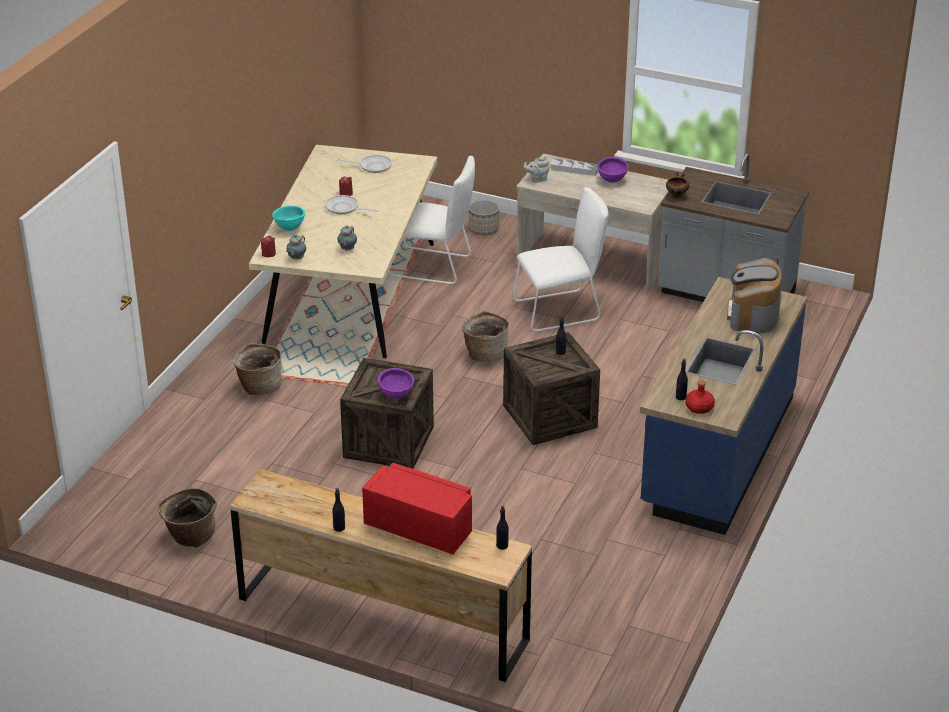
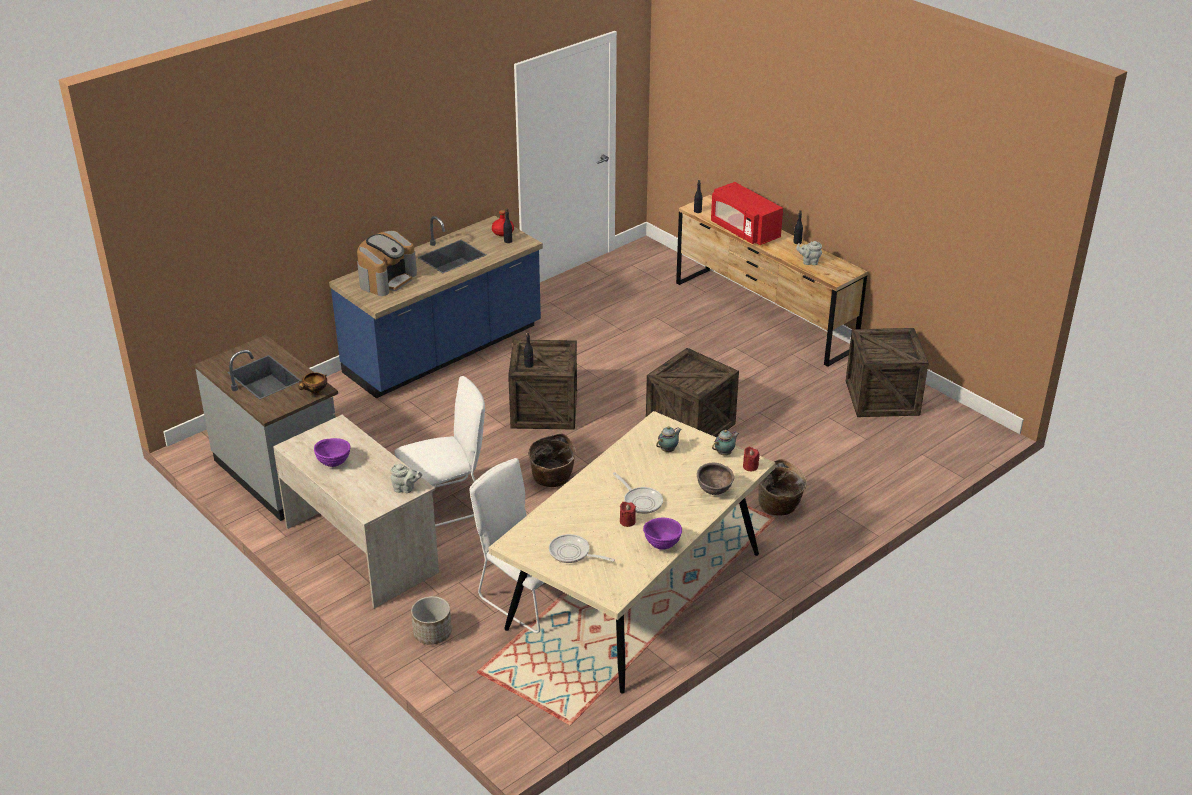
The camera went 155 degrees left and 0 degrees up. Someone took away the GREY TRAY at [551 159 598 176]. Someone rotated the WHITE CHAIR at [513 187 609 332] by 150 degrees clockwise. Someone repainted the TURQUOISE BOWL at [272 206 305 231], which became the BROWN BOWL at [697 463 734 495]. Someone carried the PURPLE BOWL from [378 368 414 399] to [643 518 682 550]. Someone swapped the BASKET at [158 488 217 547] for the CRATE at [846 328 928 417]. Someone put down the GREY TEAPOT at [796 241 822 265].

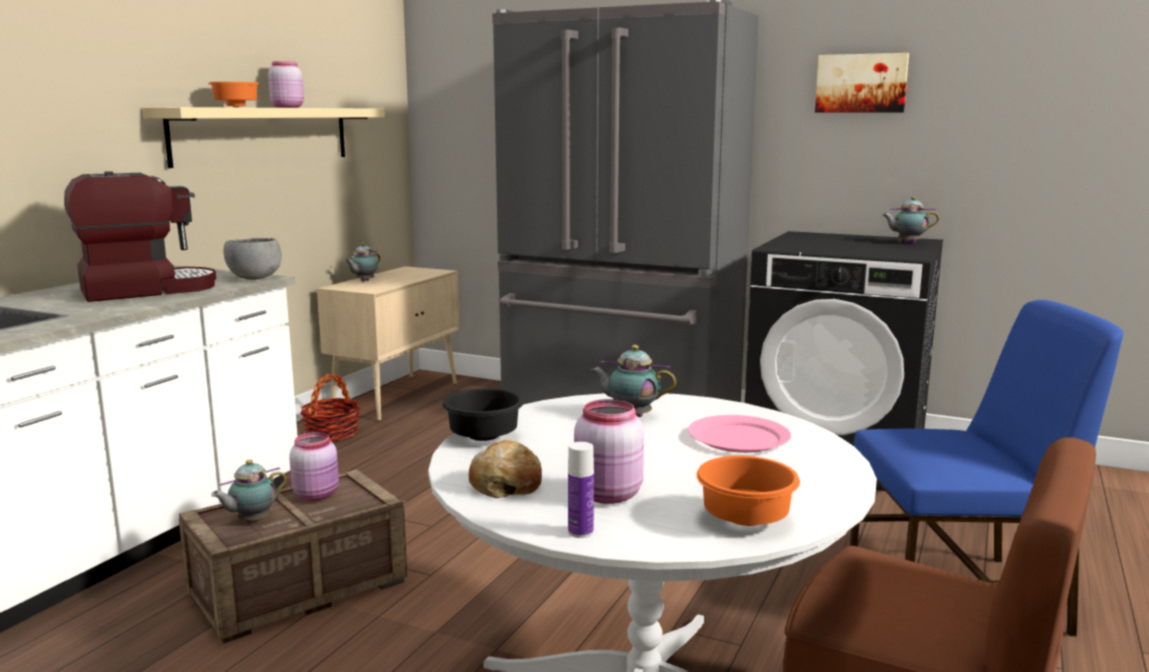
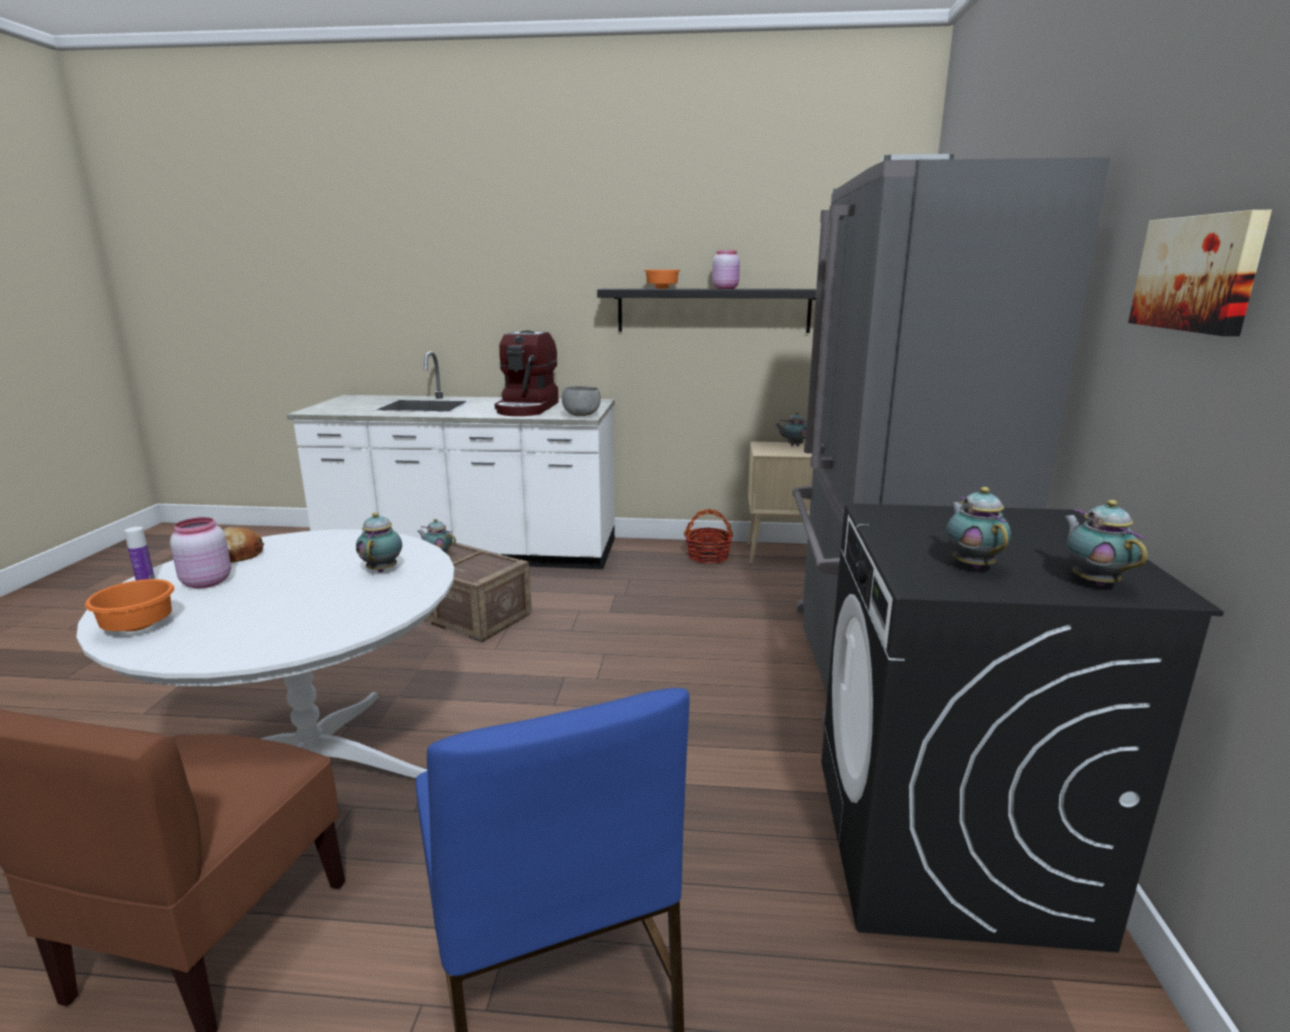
The camera went 70 degrees right and 5 degrees up. Someone repainted the BEIGE SHELF at [143 107 385 168], which became the BLACK SHELF at [597 288 825 333]. Someone rotated the COFFEE MACHINE at [64 171 216 302] by 60 degrees clockwise. Someone took away the BLACK BOWL at [442 388 524 441]. Someone took away the PINK PLATE at [688 415 791 453]. Someone took away the PINK JAR at [289 432 339 501]. Someone put down the TEAPOT at [946 487 1011 569].

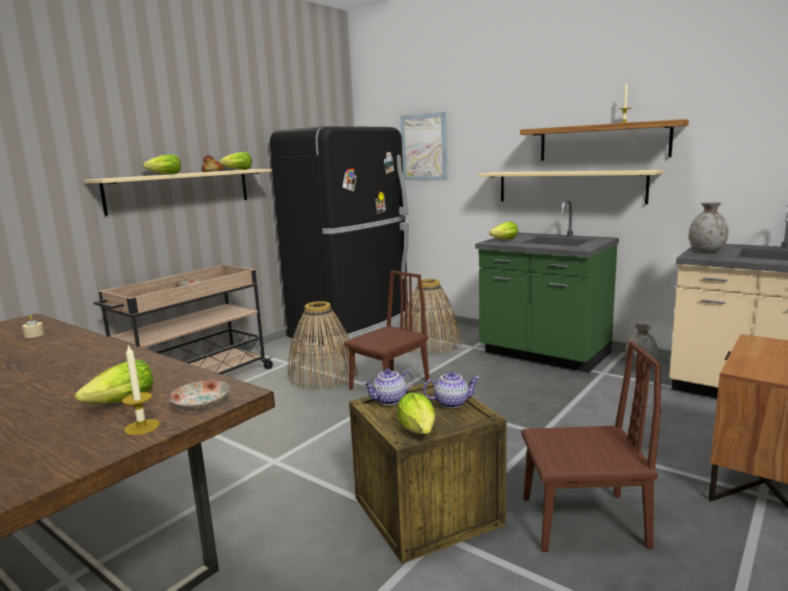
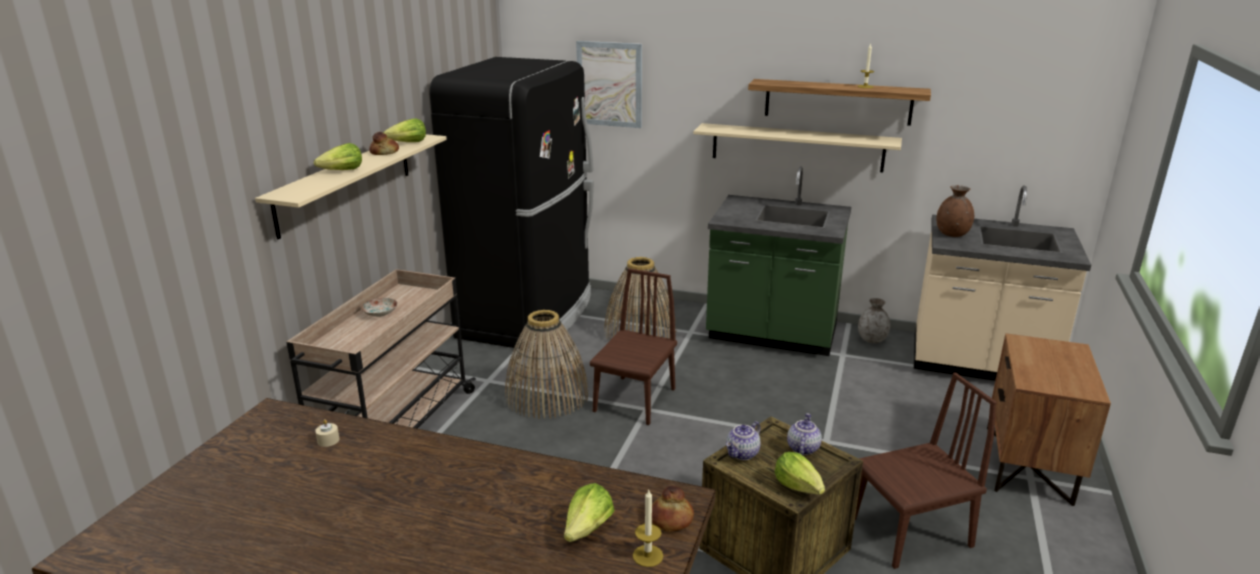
The camera went 20 degrees left and 10 degrees up. Someone repainted the GREY VASE at [689 202 729 252], which became the BROWN VASE at [936 185 974 237]. Someone took away the LETTUCE at [489 221 518 239]. Someone rotated the TEAPOT at [423 371 480 408] by 45 degrees counterclockwise. Someone swapped the PLATE at [168 380 230 412] for the BREAD at [652 486 694 532].

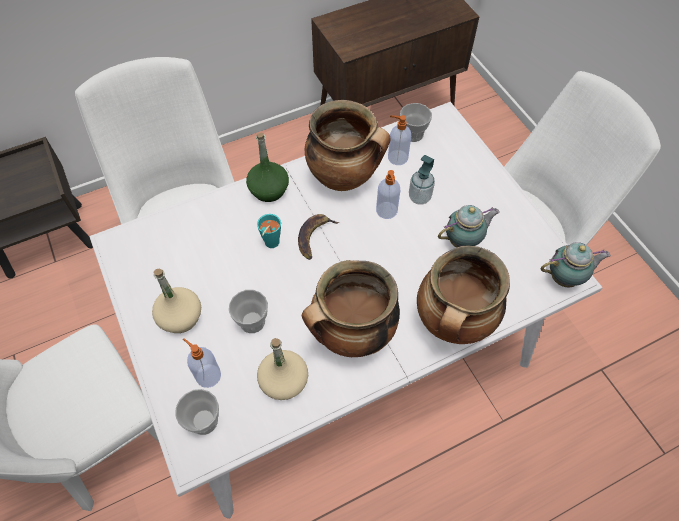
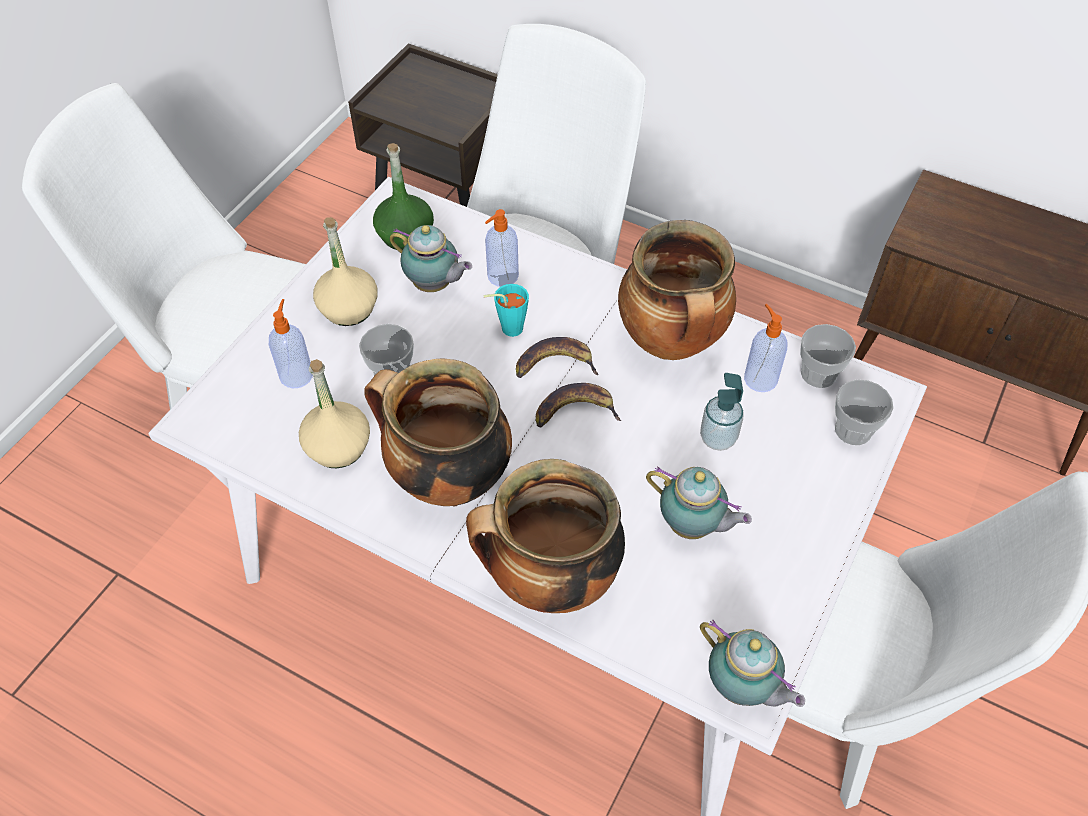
The camera went 55 degrees right and 5 degrees down. Someone carried the GREEN BOTTLE from [246 132 289 202] to [373 143 434 250]. Someone carried the SOAP DISPENSER from [376 170 400 219] to [485 209 519 287]. Someone carried the CUP from [175 389 219 435] to [835 380 893 445]. Someone put down the TEAPOT at [390 225 472 292]. Someone put down the BANANA at [536 383 621 428].

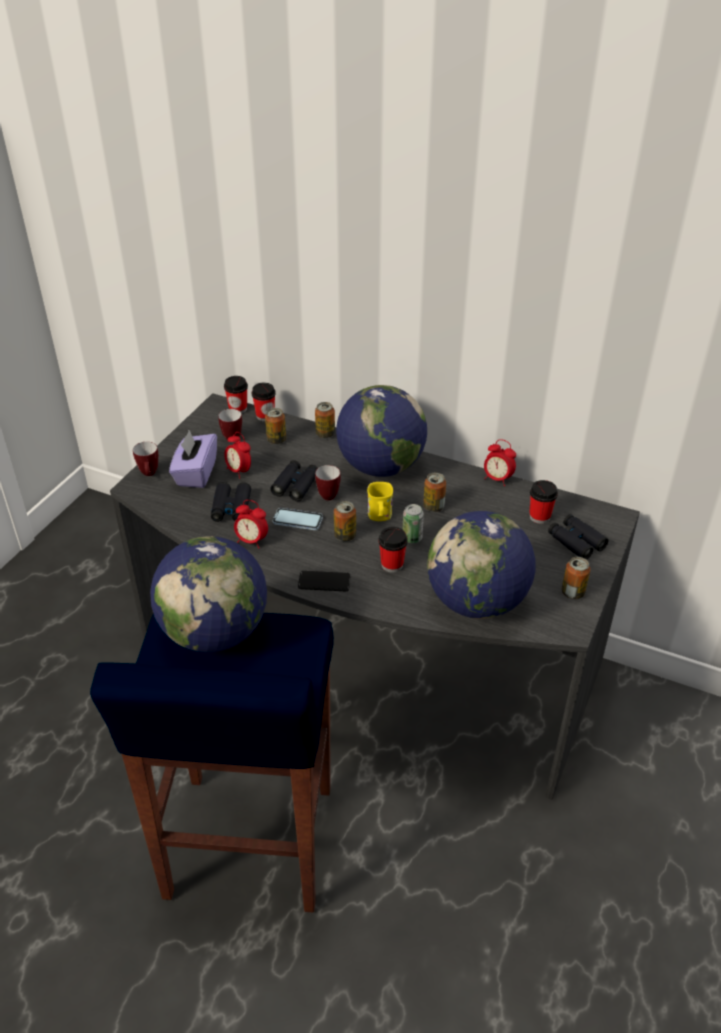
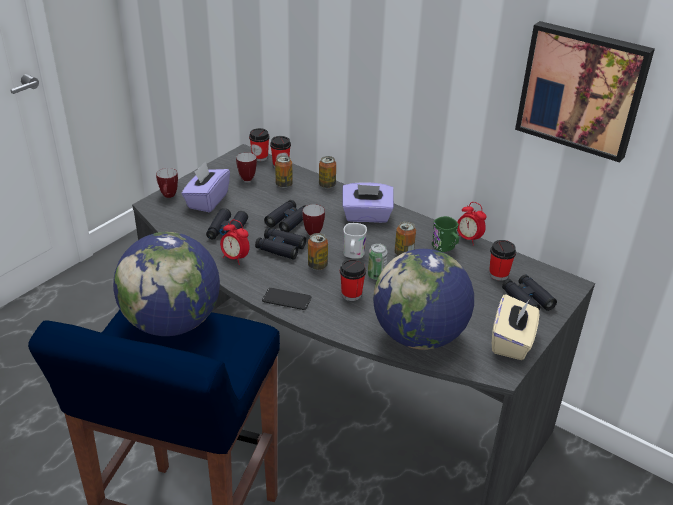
The camera went 10 degrees right and 5 degrees down. Someone swapped the GLOBE at [336 385 427 477] for the PURPLE TISSUE BOX at [342 182 394 223]. Someone took away the ALARM CLOCK at [224 432 251 479]. Someone repainted the YELLOW MUG at [367 482 393 521], which became the WHITE MUG at [343 223 367 259]. Someone swapped the PHONE at [272 508 323 530] for the BLACK BINOCULARS at [255 228 306 259]. Someone swapped the CAN at [562 557 591 599] for the BEIGE TISSUE BOX at [492 294 539 360]. Someone put up the PICTURE at [515 21 655 163]. Someone put down the GREEN MUG at [432 216 459 252].

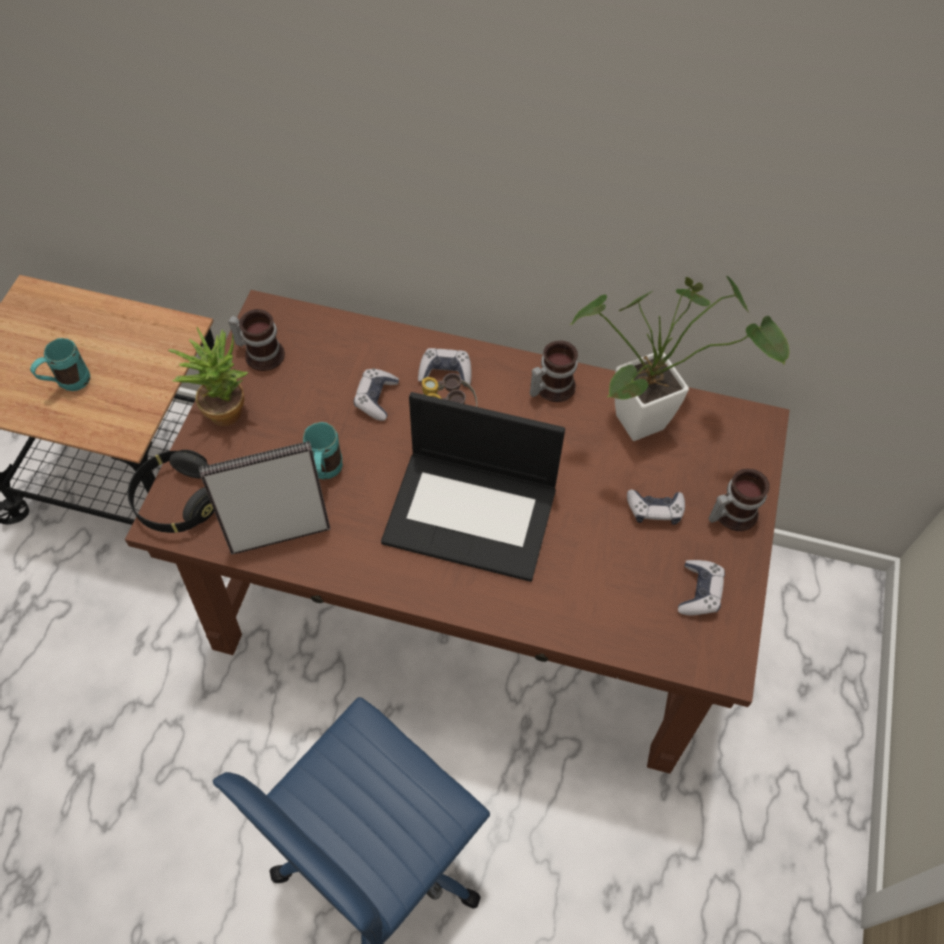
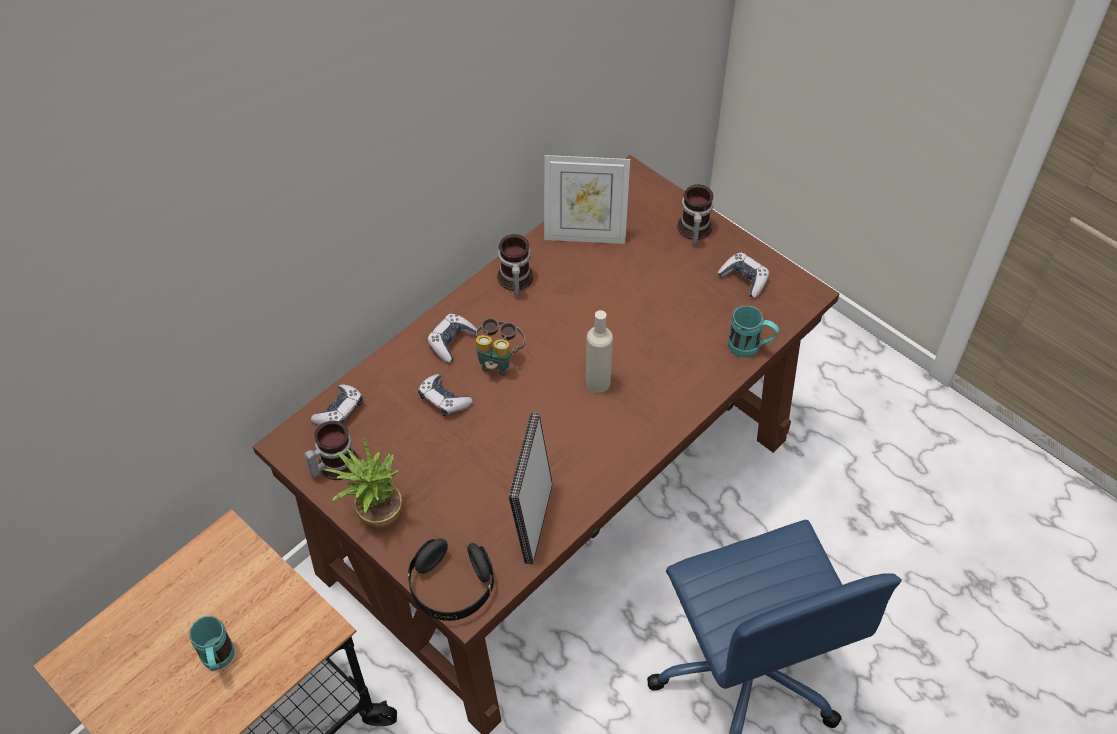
The camera went 60 degrees left and 5 degrees down. Someone swapped the POTTED PLANT at [571 276 790 441] for the PICTURE FRAME at [544 155 630 244]. Someone swapped the LAPTOP at [381 392 565 582] for the BEIGE BOTTLE at [585 310 613 393]. Someone carried the TURQUOISE MUG from [303 422 343 479] to [728 306 780 358]. Someone carried the GAME CONTROLLER from [627 489 685 525] to [311 384 363 425].

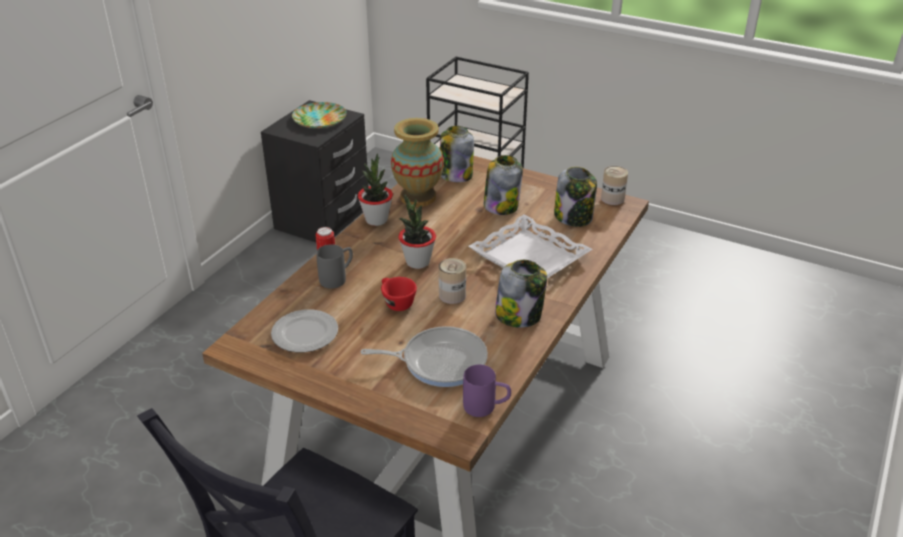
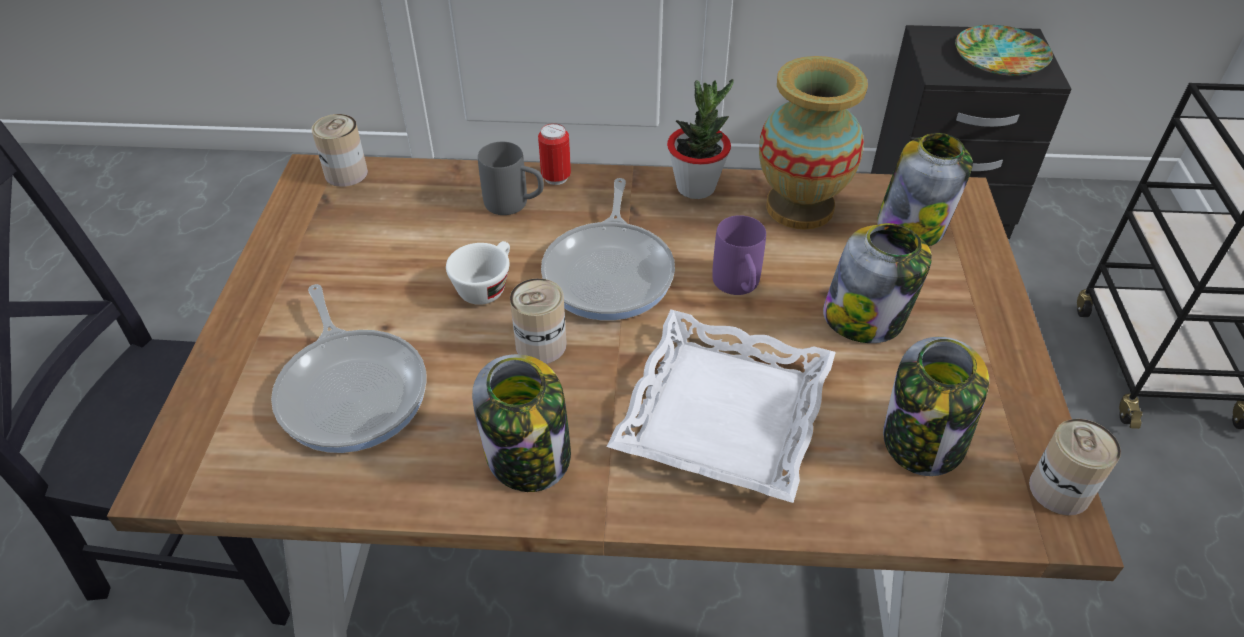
The camera went 65 degrees right and 10 degrees up. Someone swapped the POTTED PLANT at [399 195 436 269] for the FRYING PAN at [541 178 675 320]. Someone repainted the RED CUP at [381 277 417 311], which became the WHITE CUP at [446 241 510 305]. Someone took away the PLATE at [271 309 338 353]. Someone carried the PURPLE MUG from [463 365 511 417] to [712 215 766 295]. Someone put down the CAN at [311 114 368 187].

